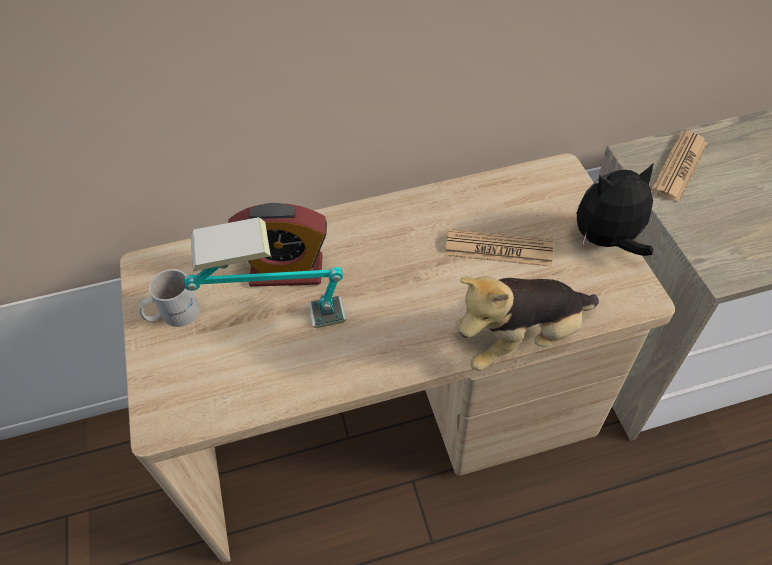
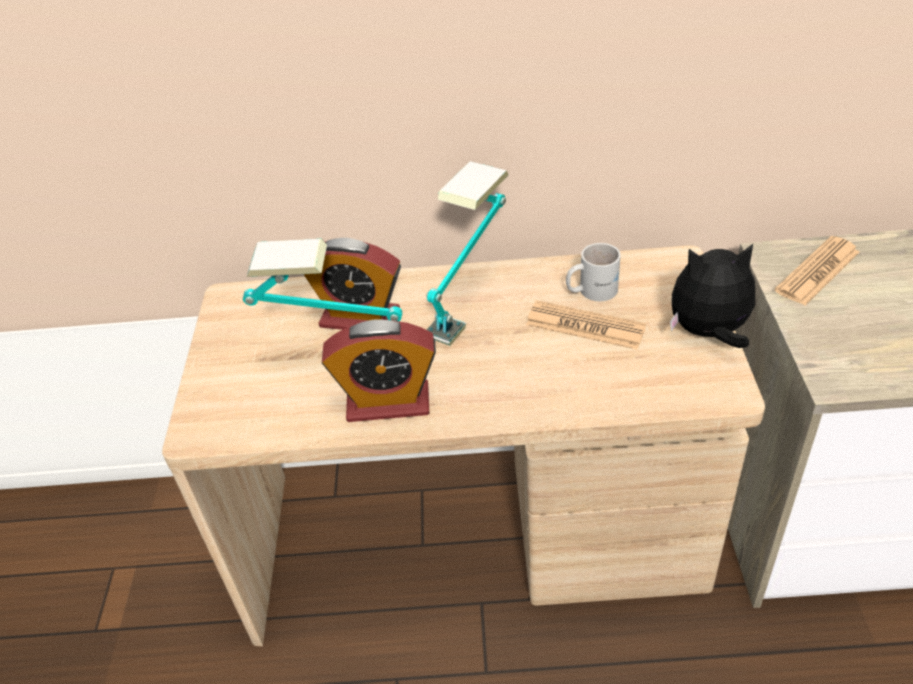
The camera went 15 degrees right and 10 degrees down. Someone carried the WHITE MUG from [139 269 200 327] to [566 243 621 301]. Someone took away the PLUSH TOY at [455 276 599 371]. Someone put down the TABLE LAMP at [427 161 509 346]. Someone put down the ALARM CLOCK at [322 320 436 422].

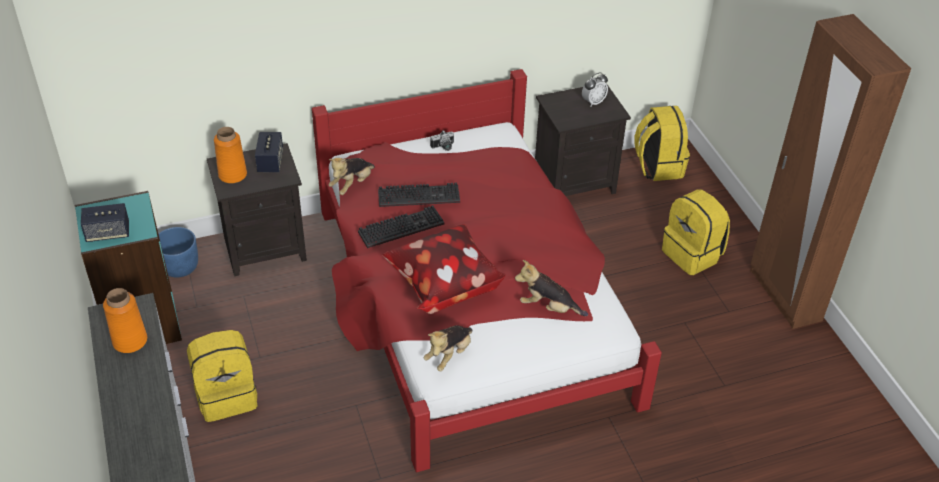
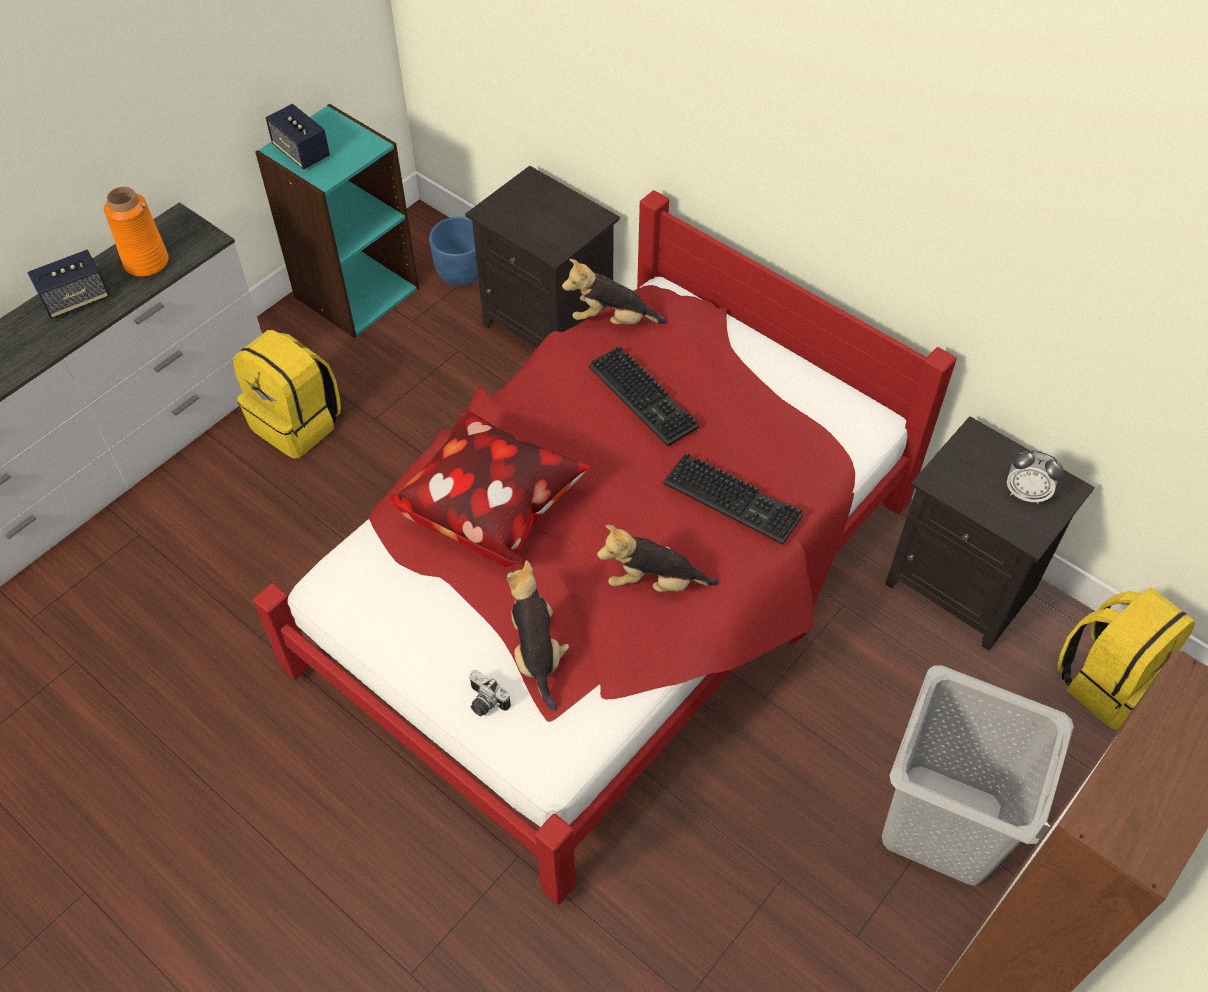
The camera went 60 degrees right and 10 degrees up. Someone took away the ORANGE VASE at [214 127 247 183]. Someone carried the PHOTO CAMERA from [430 131 454 151] to [469 670 511 716]. Someone carried the SPEAKER from [255 132 283 172] to [28 250 110 319]. Someone swapped the YELLOW BACKPACK at [662 189 730 275] for the GREY LAUNDRY BASKET at [882 665 1074 886]. Someone carried the KEYBOARD from [358 205 444 248] to [663 452 803 545]. Someone carried the PLUSH TOY from [424 325 472 371] to [597 525 719 592].

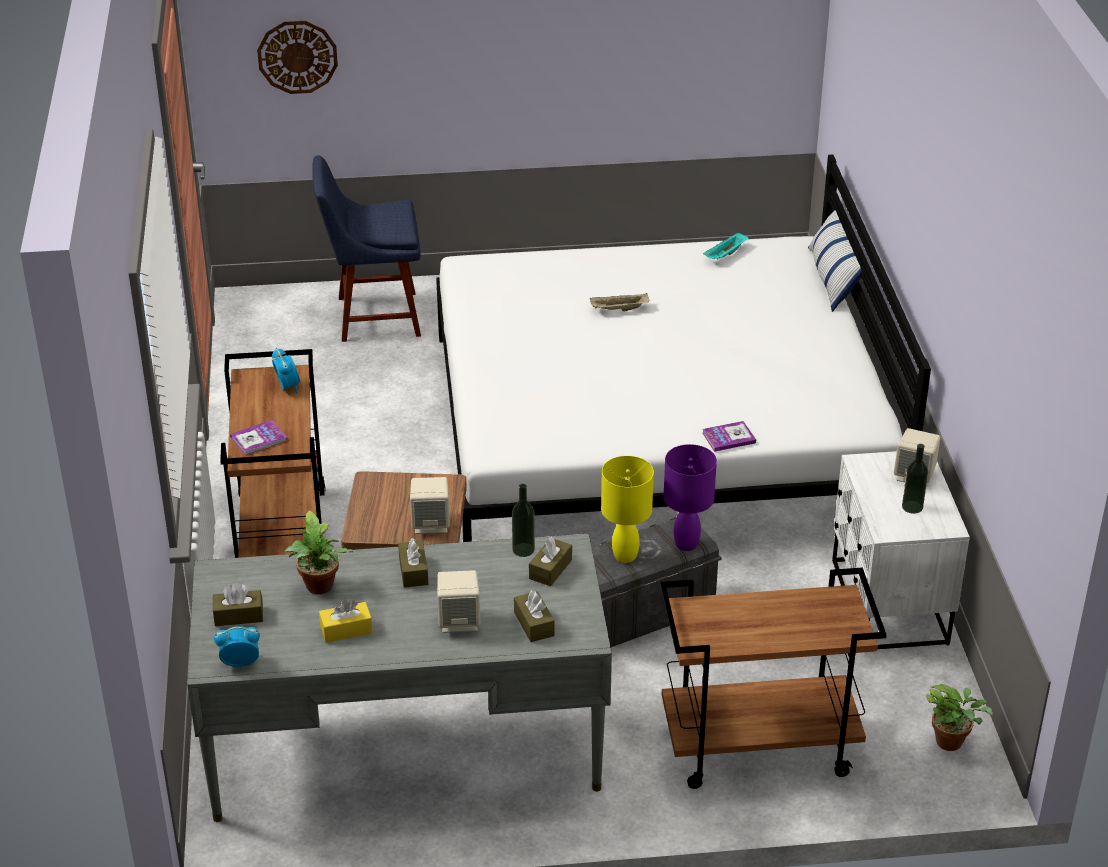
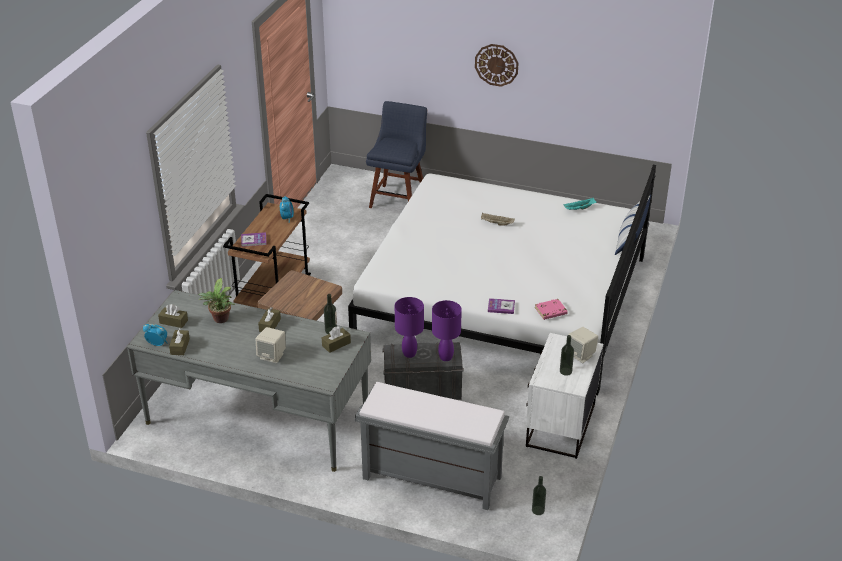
The camera went 25 degrees right and 0 degrees up. Someone carried the WALL CLOCK from [257 21 338 94] to [475 44 518 87]. Someone rotated the BLUE CHAIR at [312 155 421 342] by 90 degrees clockwise. Someone repainted the YELLOW TABLE LAMP at [601 456 654 563], which became the PURPLE TABLE LAMP at [395 297 424 358]. Someone took away the BEIGE SPEAKER at [410 477 450 534]. Someone swapped the BROWN CART at [660 568 886 789] for the GREY BENCH at [355 382 509 510]. Someone carried the BROWN TISSUE BOX from [514 590 555 642] to [169 328 190 355]. Someone took away the YELLOW TISSUE BOX at [319 600 373 643]. Someone swapped the POTTED PLANT at [926 684 993 751] for the BOTTLE at [532 476 546 515]. Someone put down the PINK BOOK at [535 299 568 320].

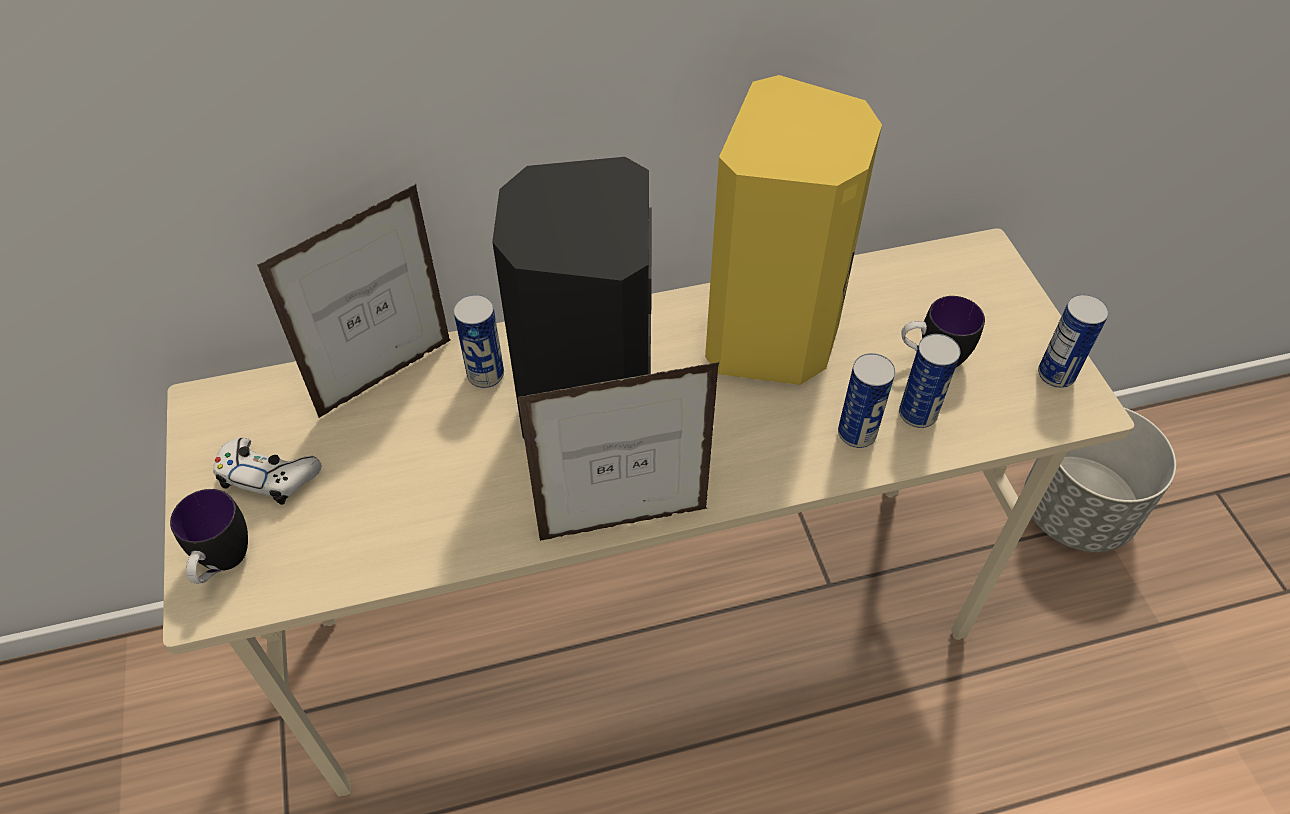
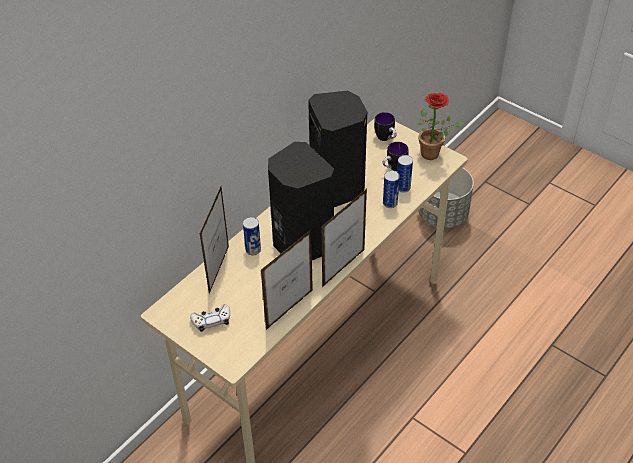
The camera went 35 degrees left and 5 degrees down. Someone repainted the YELLOW SPEAKER at [705 75 882 385], which became the BLACK SPEAKER at [308 91 367 207]. Someone swapped the CAN at [1038 294 1109 388] for the POTTED PLANT at [418 93 465 160]. Someone carried the MUG from [170 489 248 584] to [374 112 397 141]. Someone put down the PICTURE FRAME at [261 230 313 330].

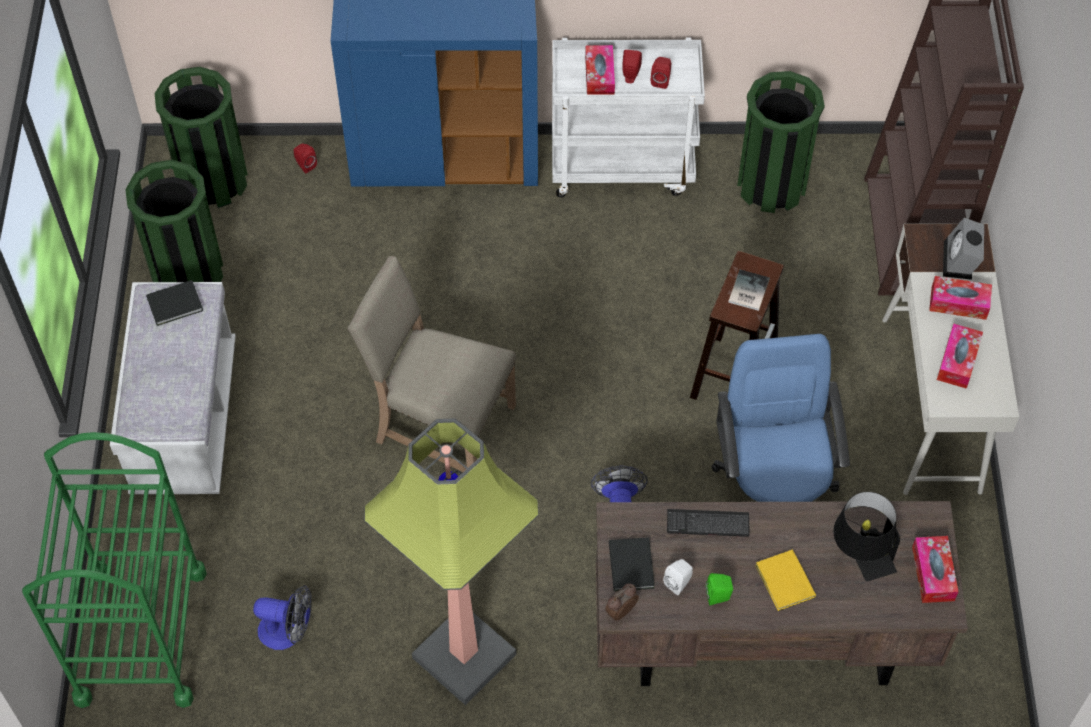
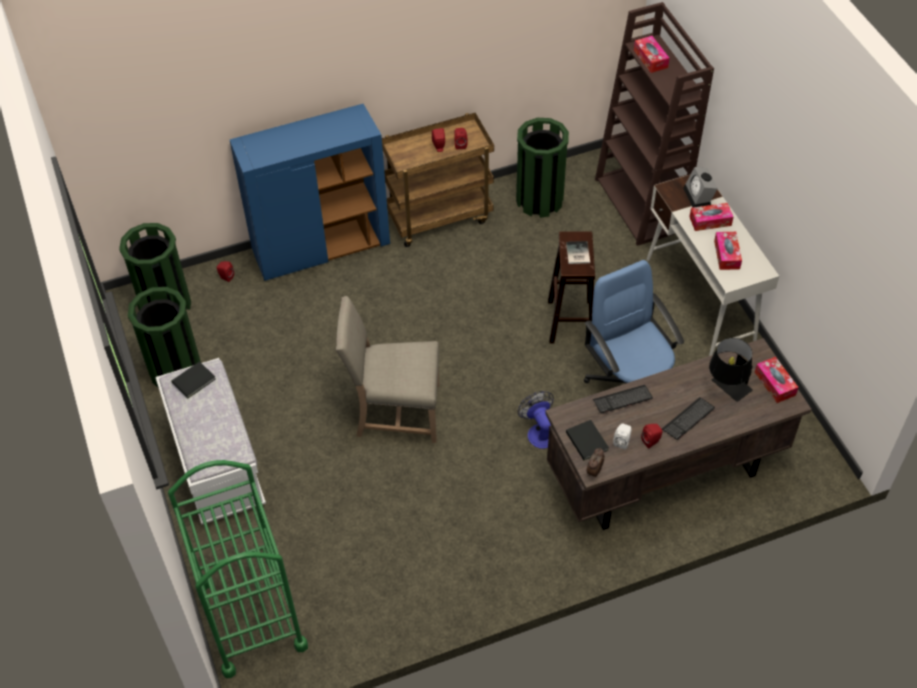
The camera went 20 degrees left and 5 degrees down. Someone repainted the WHITE CART at [552 37 705 197], which became the BROWN CART at [382 113 494 247]. Someone carried the TISSUE BOX from [585 45 615 95] to [634 36 670 73]. Someone took away the FLOOR LAMP at [364 418 539 705]. Someone swapped the YELLOW BOOK at [755 549 816 611] for the KEYBOARD at [662 397 715 440]. Someone repainted the GREEN SPEAKER at [706 573 733 606], which became the RED SPEAKER at [641 424 663 449]. Someone took away the FAN at [253 585 312 650].

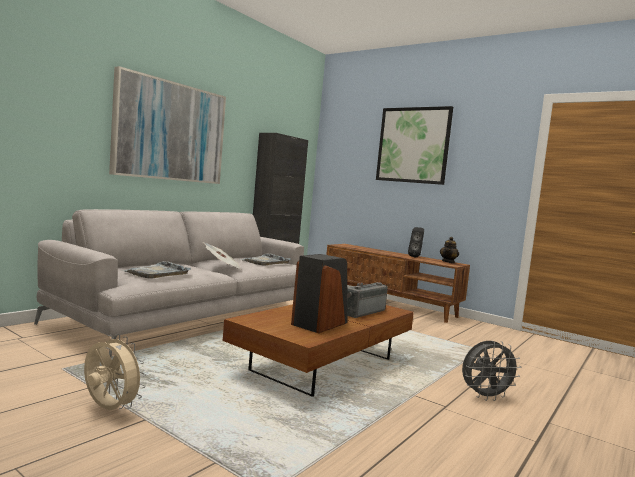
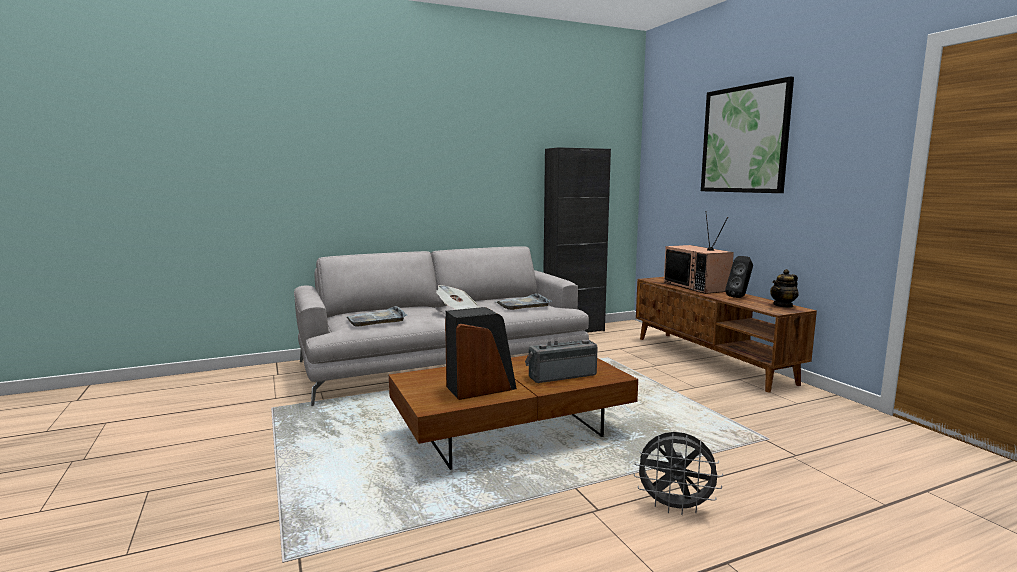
The camera went 30 degrees right and 5 degrees up. Someone took away the PICTURE at [109 66 226 184]. Someone took away the BEIGE FAN at [84 334 146 410]. Someone put down the TELEVISION at [664 211 734 294].

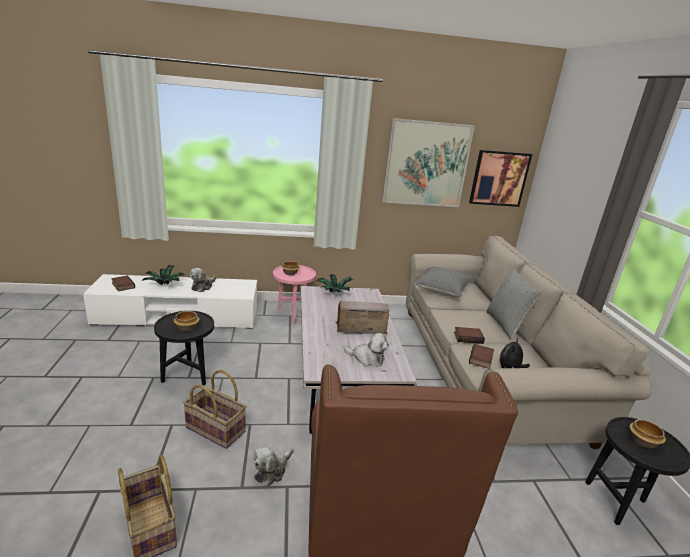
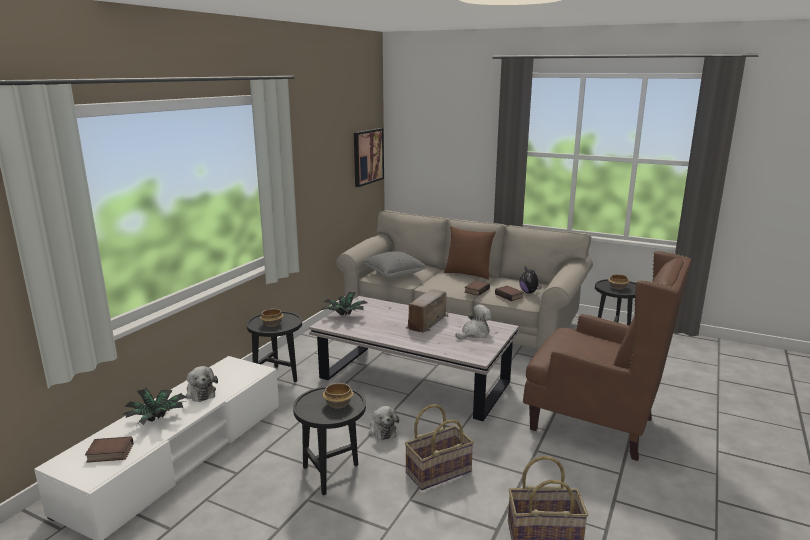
The camera went 55 degrees left and 5 degrees down. Someone took away the PICTURE at [382 118 475 207]. Someone repainted the PINK SIDE TABLE at [273 265 316 324], which became the BLACK SIDE TABLE at [247 311 302 382]. Someone repainted the GREY PILLOW at [486 269 542 339], which became the BROWN PILLOW at [444 226 496 280]. Someone carried the PLUSH TOY from [253 446 293 487] to [369 406 399 440].

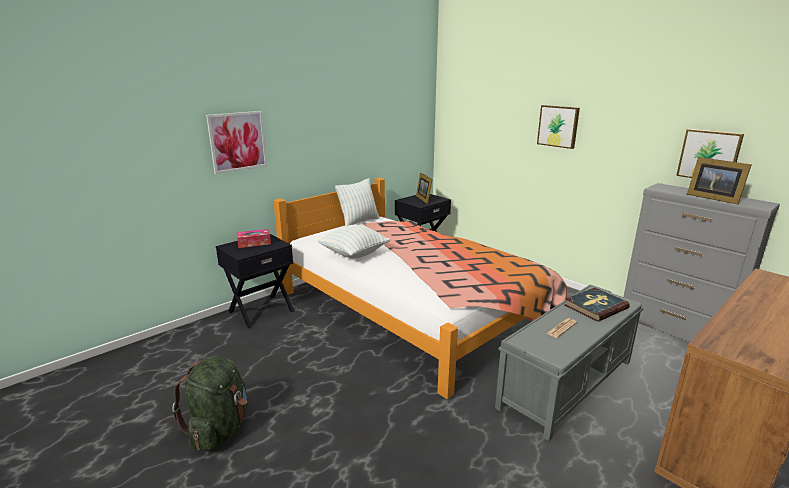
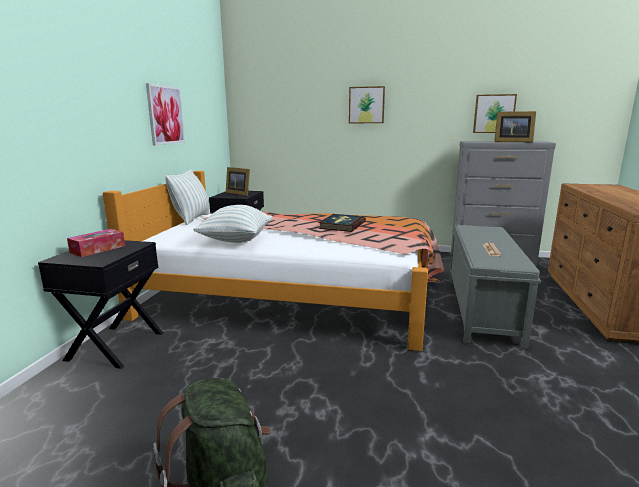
The camera went 35 degrees left and 5 degrees down. Someone carried the PICTURE from [206 111 267 174] to [146 83 185 145]. Someone carried the BOOK from [565 288 630 322] to [318 214 366 232].

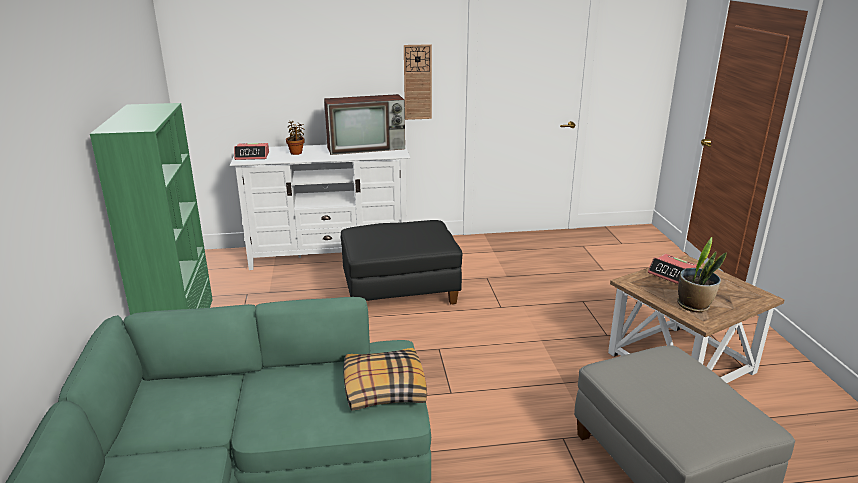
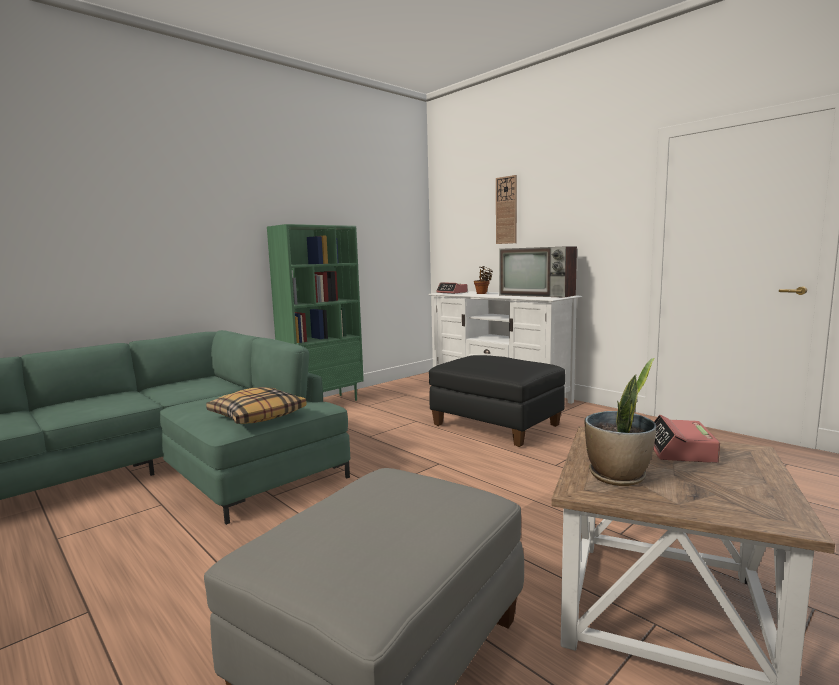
The camera went 55 degrees right and 15 degrees down. Someone carried the WALL CLOCK from [404 44 432 120] to [496 175 517 244].

